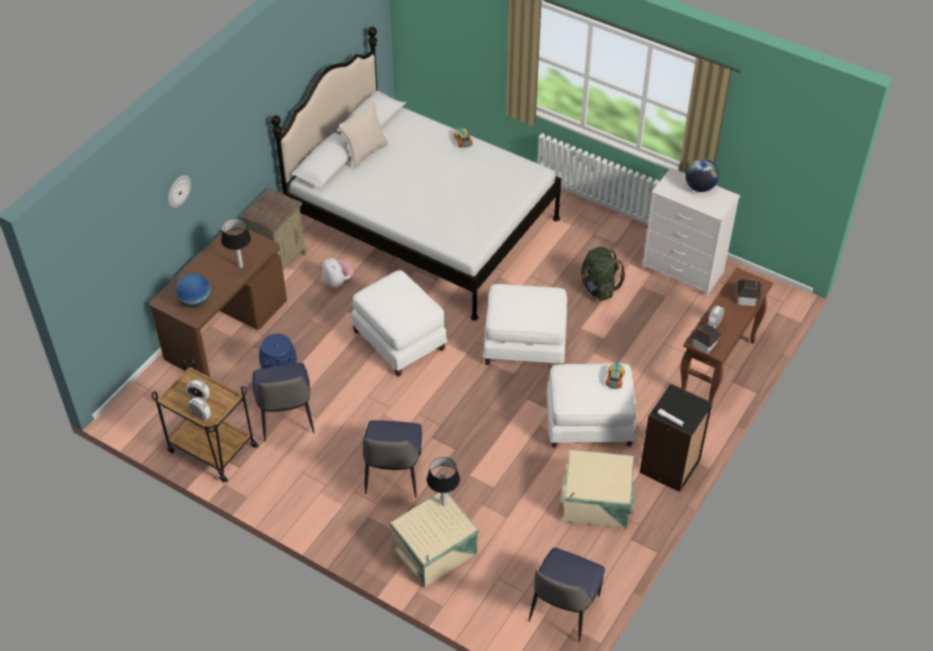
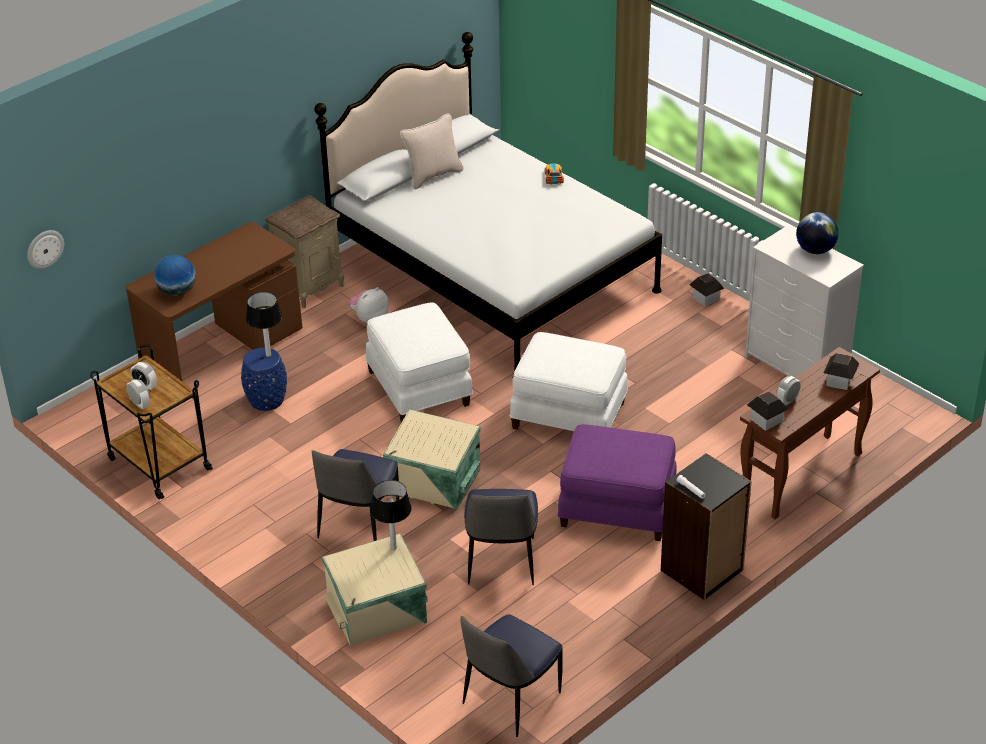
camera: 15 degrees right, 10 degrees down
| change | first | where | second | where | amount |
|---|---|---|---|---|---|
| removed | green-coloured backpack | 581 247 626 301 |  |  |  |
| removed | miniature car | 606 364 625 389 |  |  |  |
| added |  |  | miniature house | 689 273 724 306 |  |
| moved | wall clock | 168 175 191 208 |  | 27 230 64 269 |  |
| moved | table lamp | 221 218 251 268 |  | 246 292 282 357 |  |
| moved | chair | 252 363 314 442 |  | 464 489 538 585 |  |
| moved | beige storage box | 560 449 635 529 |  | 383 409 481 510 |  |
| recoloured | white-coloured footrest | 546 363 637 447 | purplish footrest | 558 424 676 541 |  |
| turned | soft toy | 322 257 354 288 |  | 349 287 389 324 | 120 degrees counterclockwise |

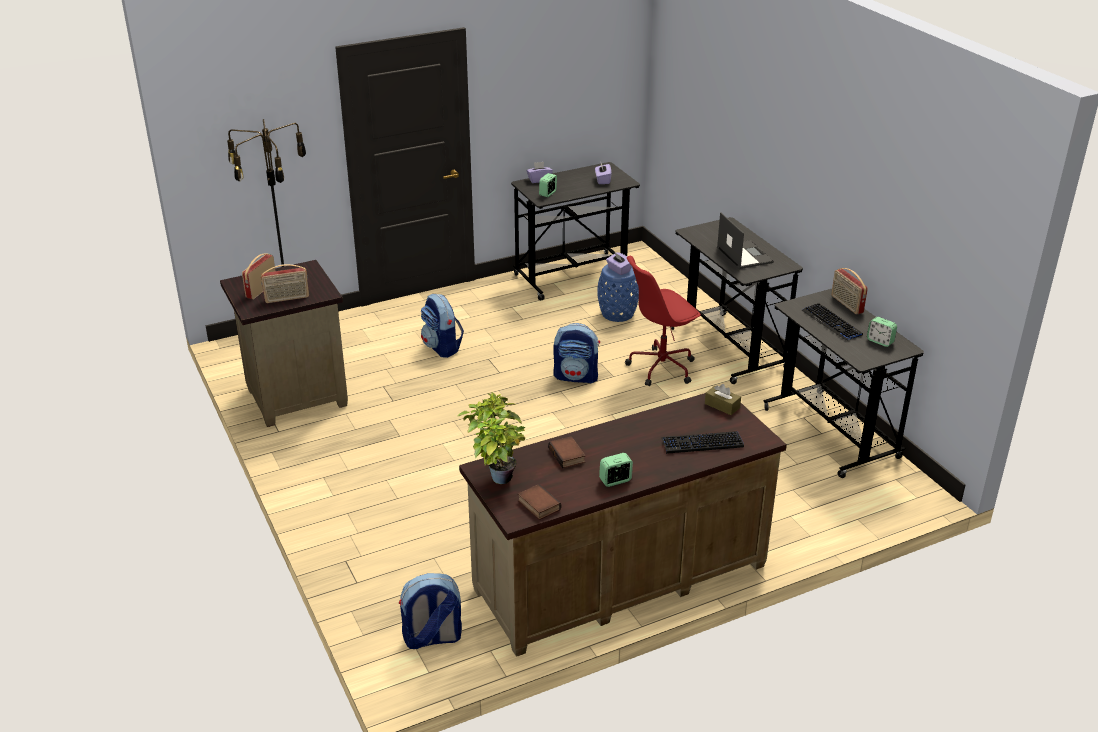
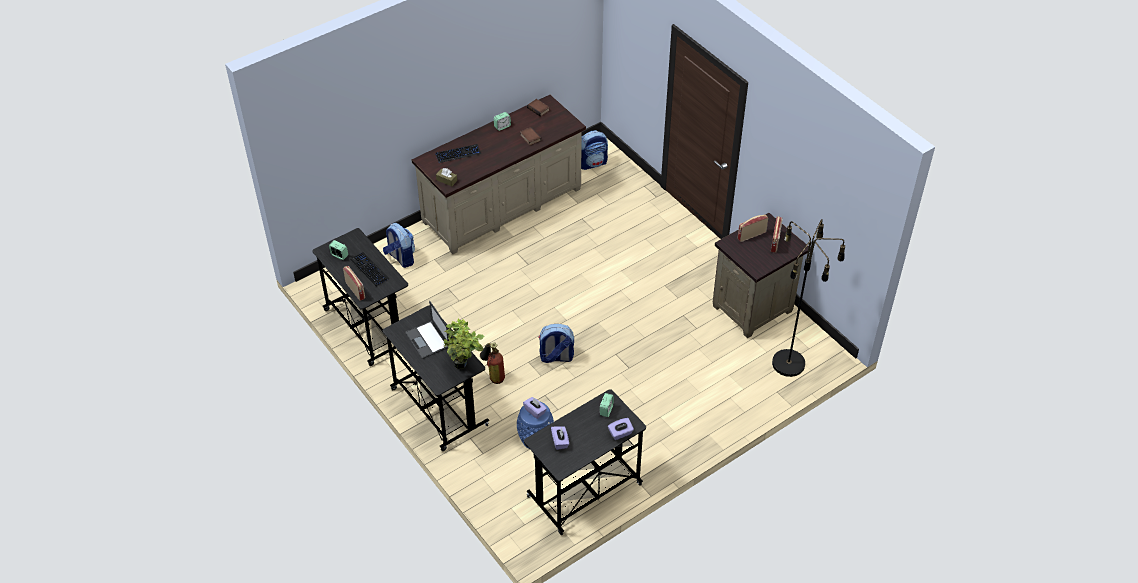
camera: 170 degrees right, 15 degrees up
| change | first | where | second | where | amount |
|---|---|---|---|---|---|
| moved | backpack | 421 294 464 358 |  | 383 223 415 268 |  |
| moved | potted plant | 457 392 526 484 |  | 443 319 484 369 |  |
| replaced | red office chair | 625 256 701 386 | fire-fighting cylinder | 480 343 505 384 |  |

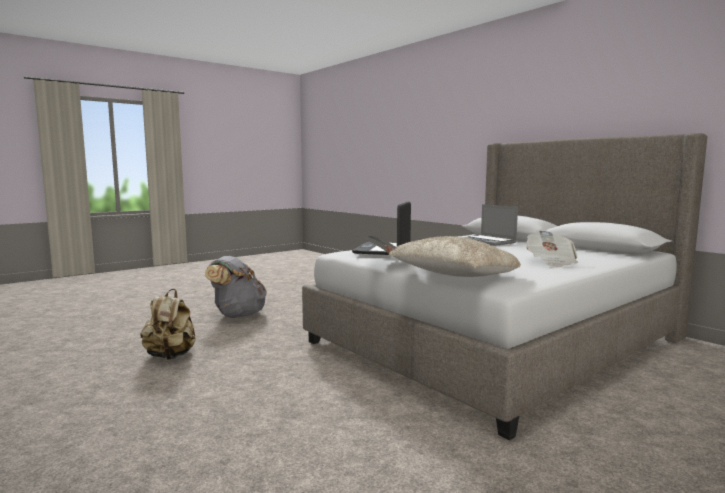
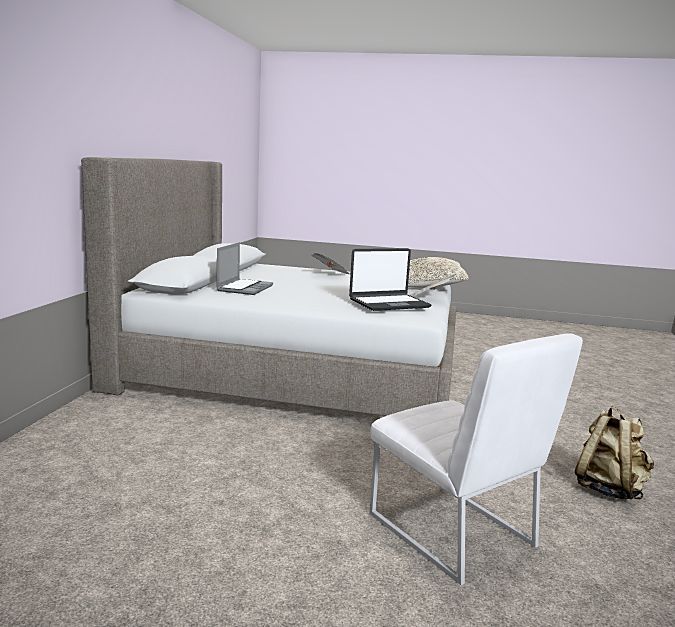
camera: 130 degrees left, 5 degrees up
| change | first | where | second | where | amount |
|---|---|---|---|---|---|
| replaced | greyish backpack | 205 256 267 318 | white-coloured chair | 369 333 583 585 |  |

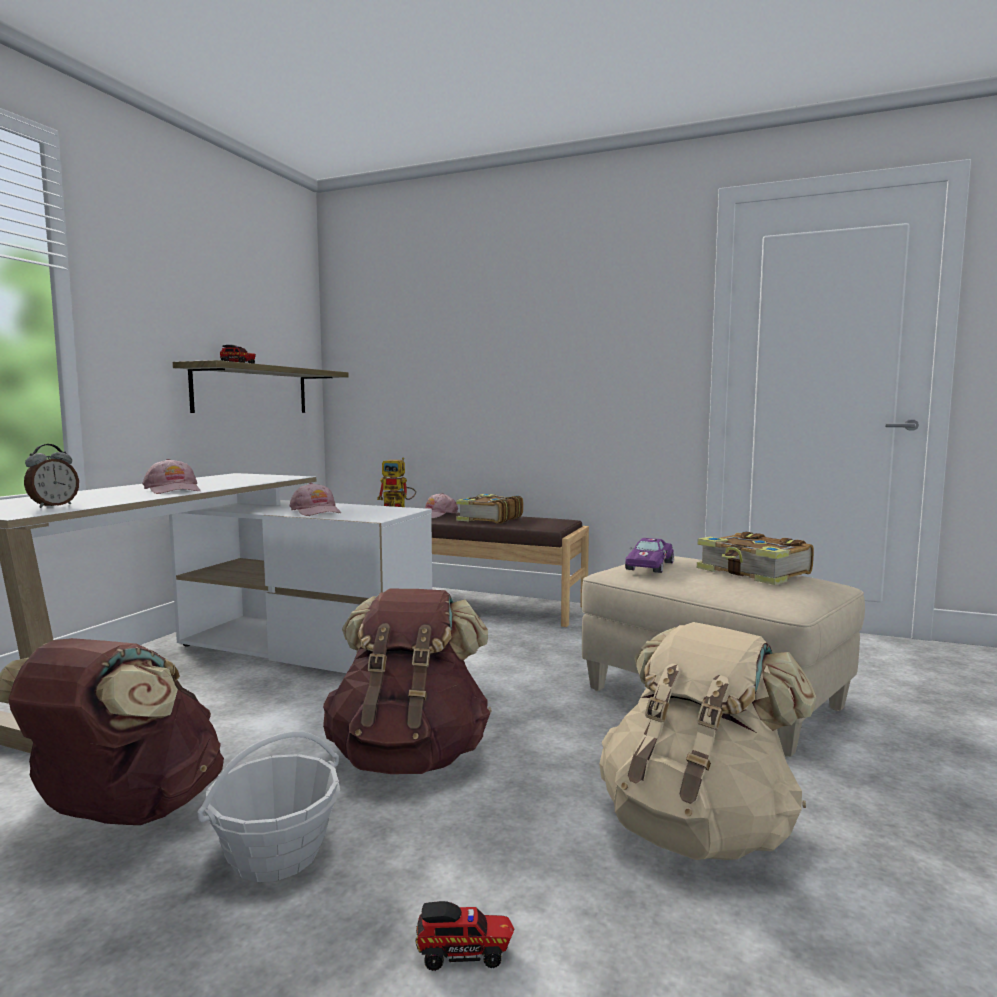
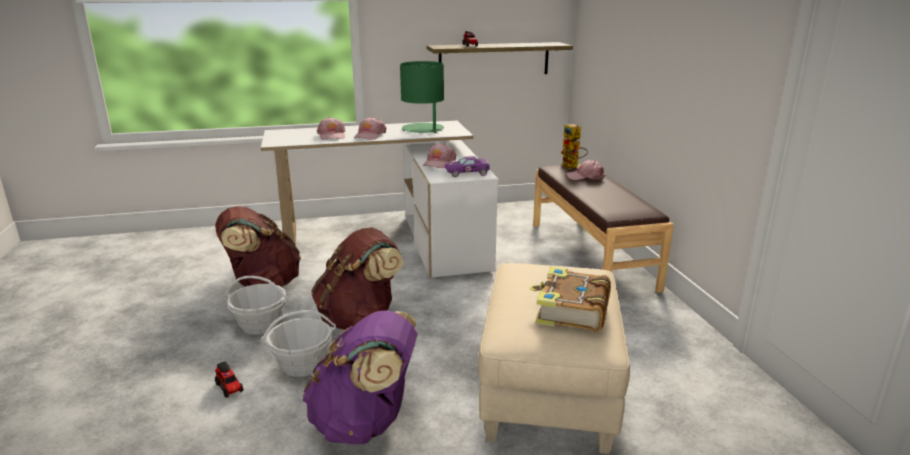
camera: 55 degrees right, 15 degrees up
| change | first | where | second | where | amount |
|---|---|---|---|---|---|
| removed | table clock | 24 444 79 508 |  |  |  |
| removed | book | 456 494 524 524 |  |  |  |
| added |  |  | household basket | 261 310 336 377 |  |
| added |  |  | pink-coloured baseball cap | 317 117 346 140 |  |
| added |  |  | green-coloured table lamp | 400 61 444 133 |  |
| moved | purplish miniature car | 625 538 674 573 |  | 445 156 490 177 |  |
| recoloured | beige backpack | 599 622 817 860 | purplish backpack | 302 310 417 444 |  |

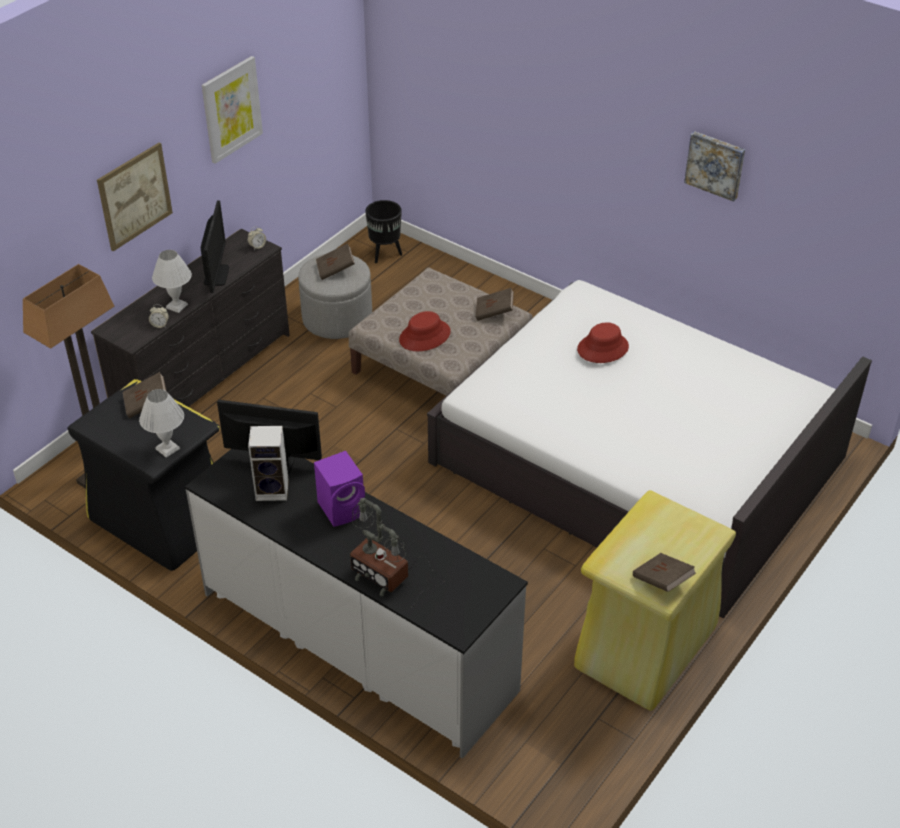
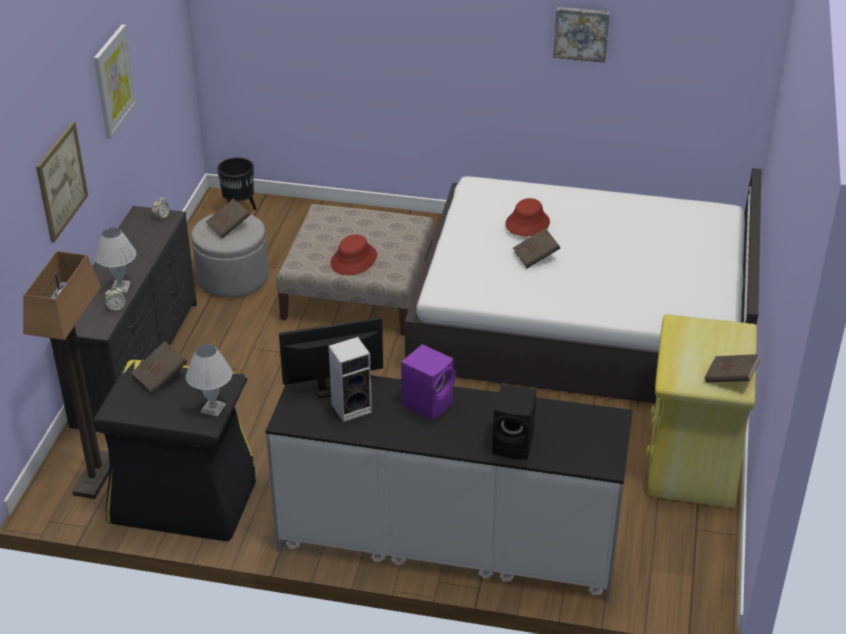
camera: 25 degrees left, 5 degrees down
| change | first | where | second | where | amount |
|---|---|---|---|---|---|
| removed | computer screen | 201 200 229 293 |  |  |  |
| moved | brownish book | 475 288 514 321 |  | 513 228 560 268 |  |
| replaced | table lamp | 350 498 445 607 | black audio speaker | 492 384 537 459 |  |

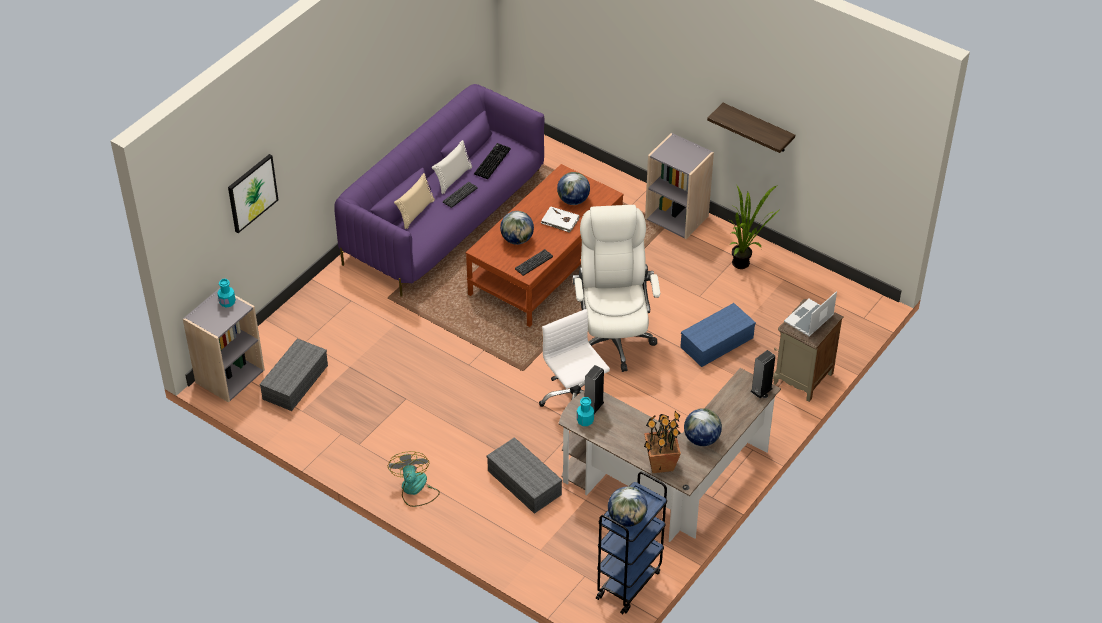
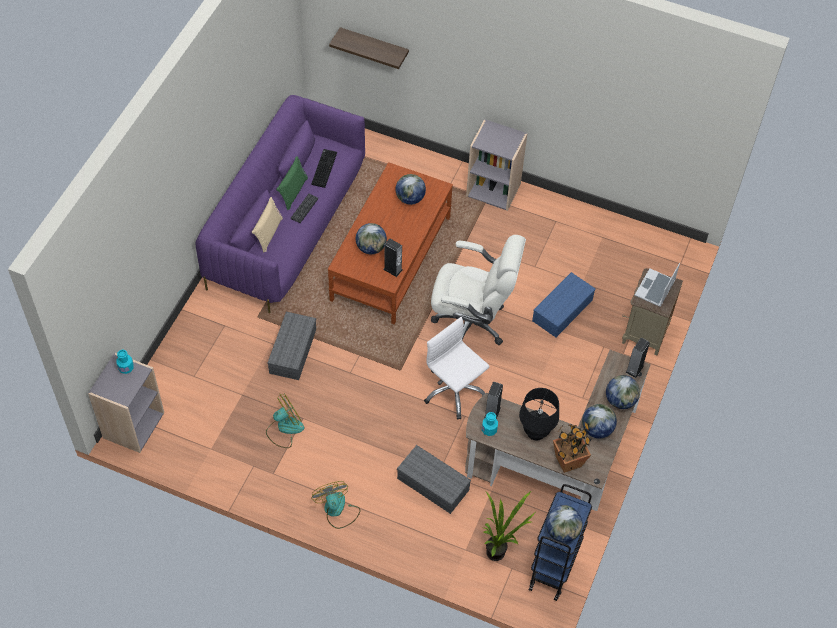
camera: 15 degrees left, 10 degrees up
| change | first | where | second | where | amount |
|---|---|---|---|---|---|
| removed | wall picture | 228 154 278 233 |  |  |  |
| removed | white-coloured book | 541 206 579 233 |  |  |  |
| added |  |  | cooling fan | 266 393 304 448 |  |
| added |  |  | black table lamp | 519 388 559 441 |  |
| added |  |  | globe | 606 375 640 409 |  |
| moved | greyish storage box | 260 338 328 411 |  | 268 312 316 380 |  |
| moved | shelf | 707 103 795 153 |  | 329 27 409 69 |  |
| moved | potted plant | 730 184 779 269 |  | 483 491 536 561 |  |
| replaced | PC keyboard | 515 249 553 276 | audio speaker | 383 239 403 277 |  |
| recoloured | white-coloured cushion | 432 140 472 194 | green-coloured cushion | 276 156 308 210 |  |
| turned | white-coloured office chair | 572 205 660 372 |  | 431 235 526 345 | 120 degrees clockwise |

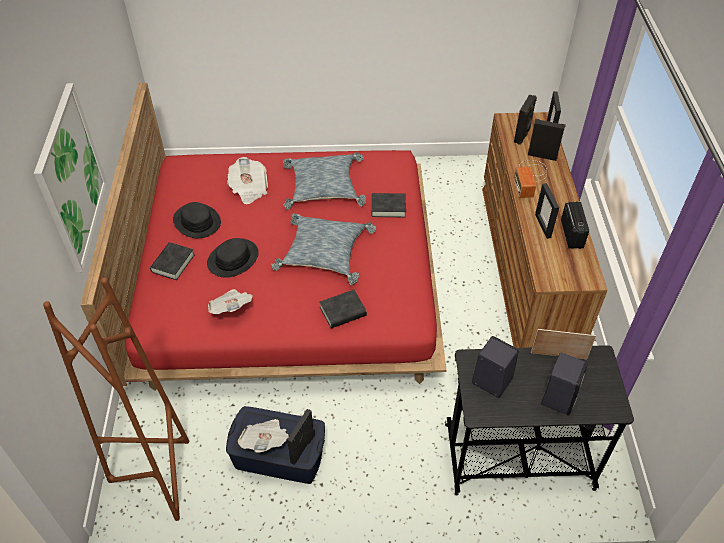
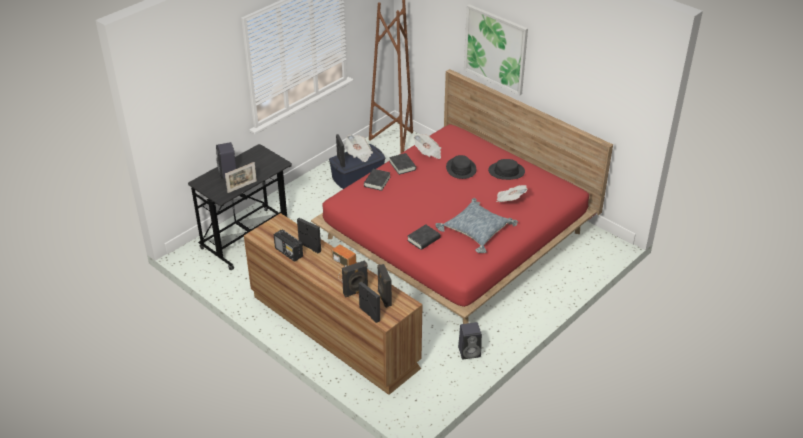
camera: 135 degrees right, 10 degrees down
| change | first | where | second | where | amount |
|---|---|---|---|---|---|
| removed | cushion | 271 213 376 286 |  |  |  |
| moved | black book | 150 242 194 280 |  | 389 153 416 175 |  |
| moved | black audio speaker | 472 336 518 398 |  | 458 322 482 359 |  |

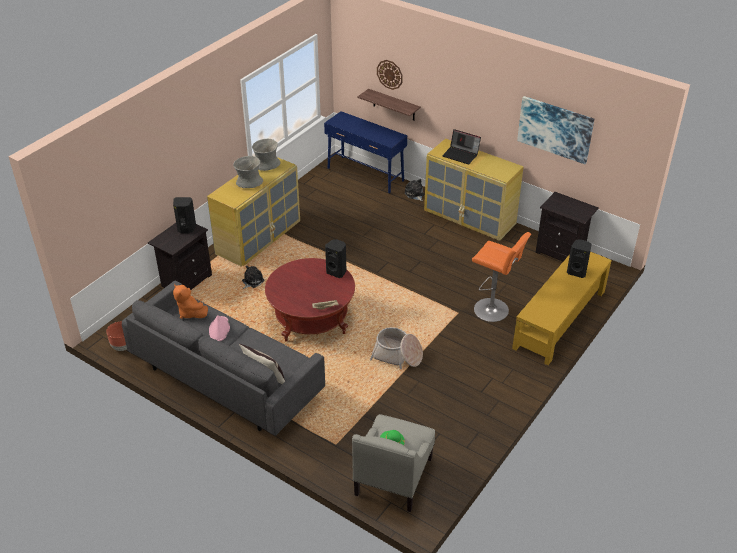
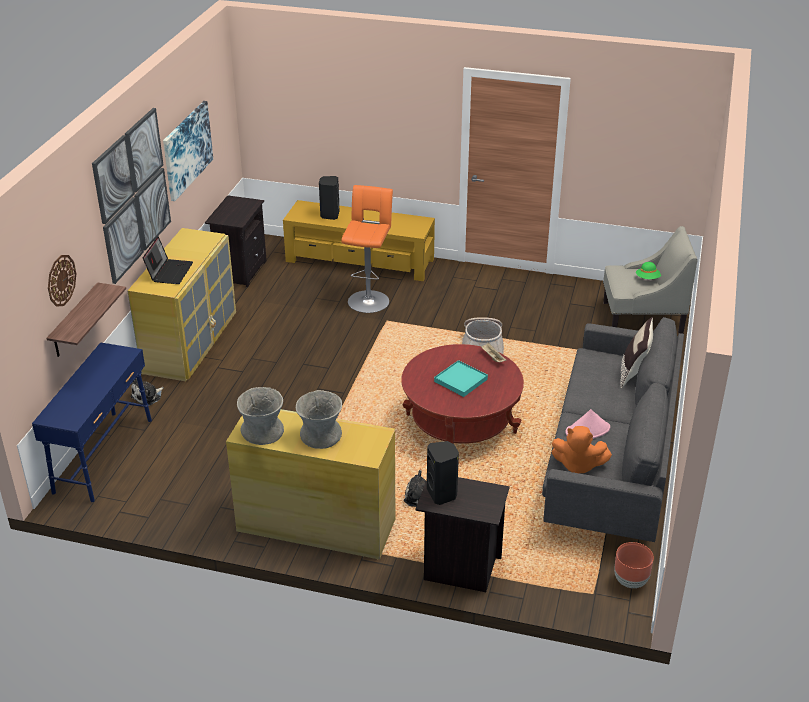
camera: 110 degrees left, 5 degrees down
| change | first | where | second | where | amount |
|---|---|---|---|---|---|
| removed | black audio speaker | 325 239 346 278 |  |  |  |
| added |  |  | wall picture | 92 108 171 284 |  |
| added |  |  | blue-green tray | 434 360 488 397 |  |
| turned | orange soft toy | 173 284 208 319 |  | 552 426 612 473 | 75 degrees clockwise |

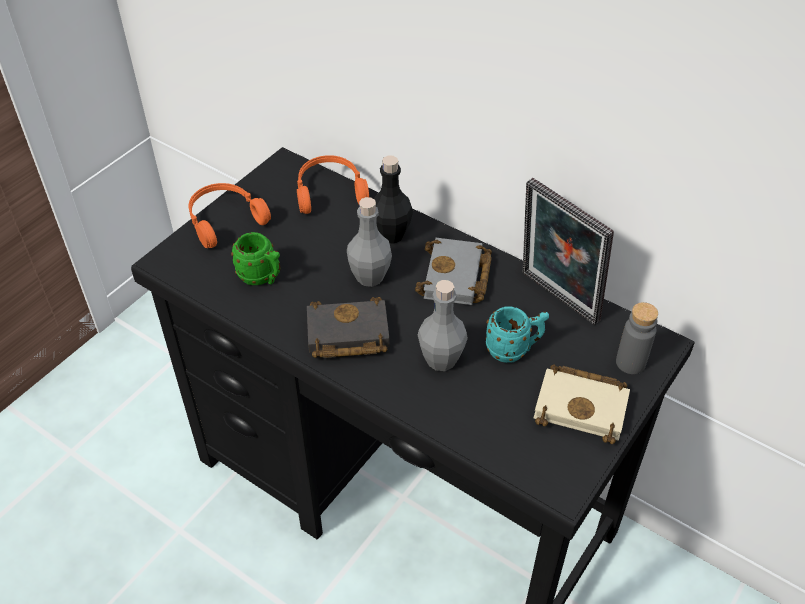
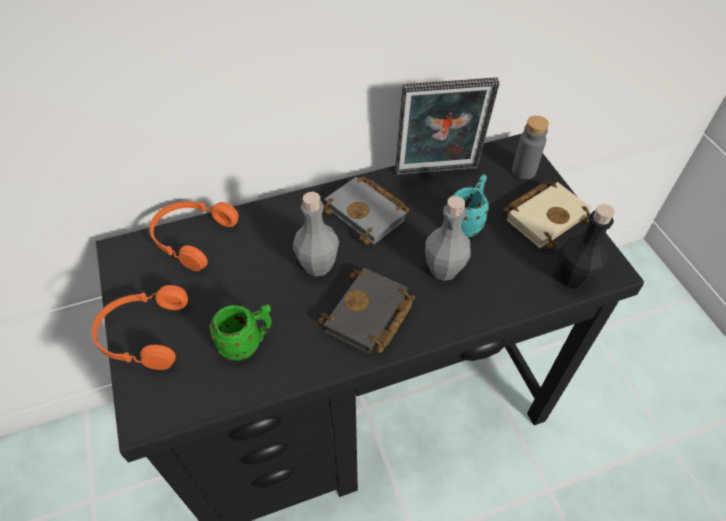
camera: 55 degrees left, 5 degrees up
| change | first | where | second | where | amount |
|---|---|---|---|---|---|
| moved | black bottle | 374 155 413 244 |  | 558 204 615 289 |  |

